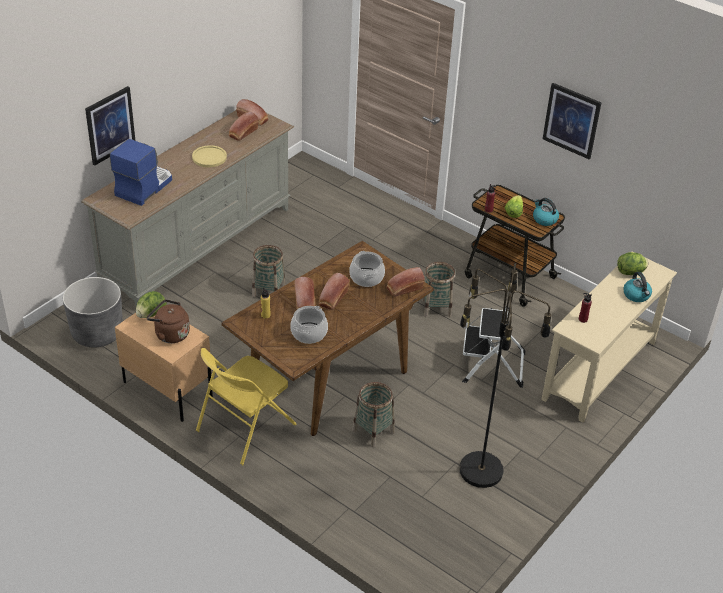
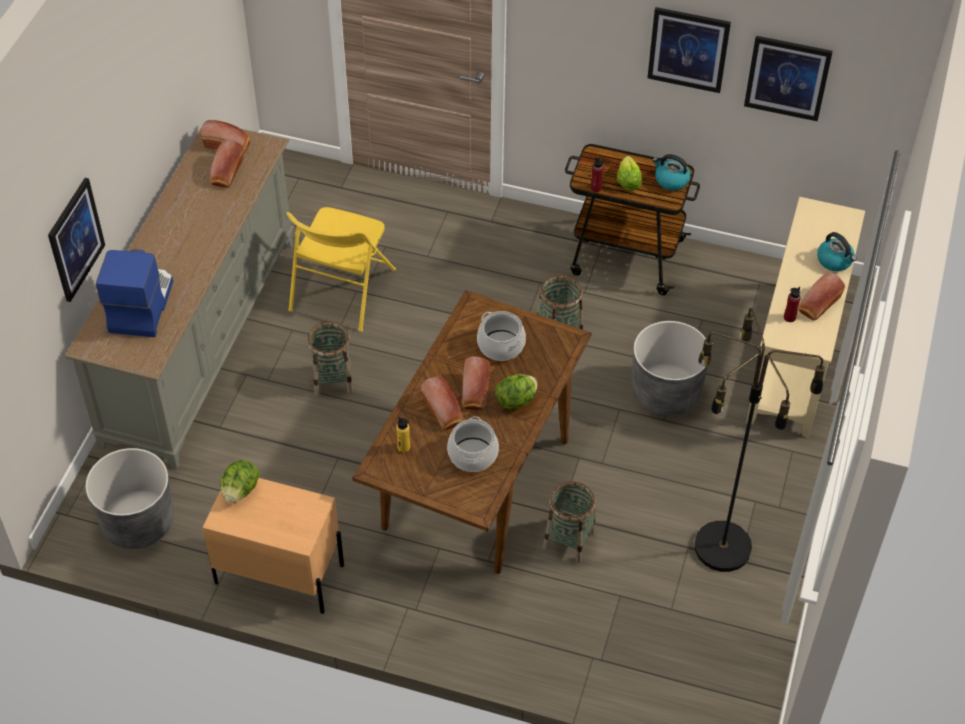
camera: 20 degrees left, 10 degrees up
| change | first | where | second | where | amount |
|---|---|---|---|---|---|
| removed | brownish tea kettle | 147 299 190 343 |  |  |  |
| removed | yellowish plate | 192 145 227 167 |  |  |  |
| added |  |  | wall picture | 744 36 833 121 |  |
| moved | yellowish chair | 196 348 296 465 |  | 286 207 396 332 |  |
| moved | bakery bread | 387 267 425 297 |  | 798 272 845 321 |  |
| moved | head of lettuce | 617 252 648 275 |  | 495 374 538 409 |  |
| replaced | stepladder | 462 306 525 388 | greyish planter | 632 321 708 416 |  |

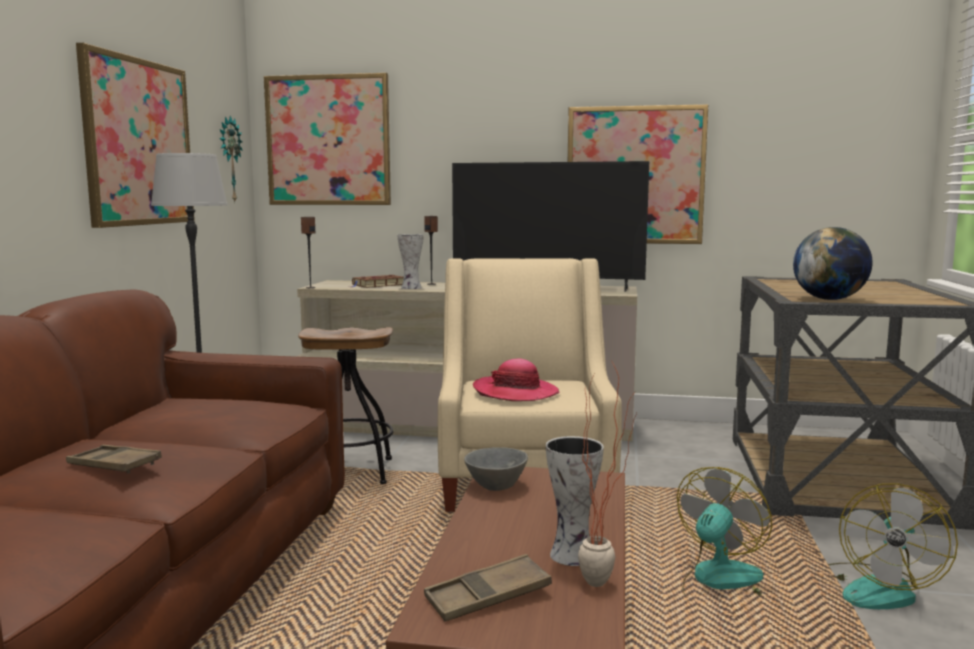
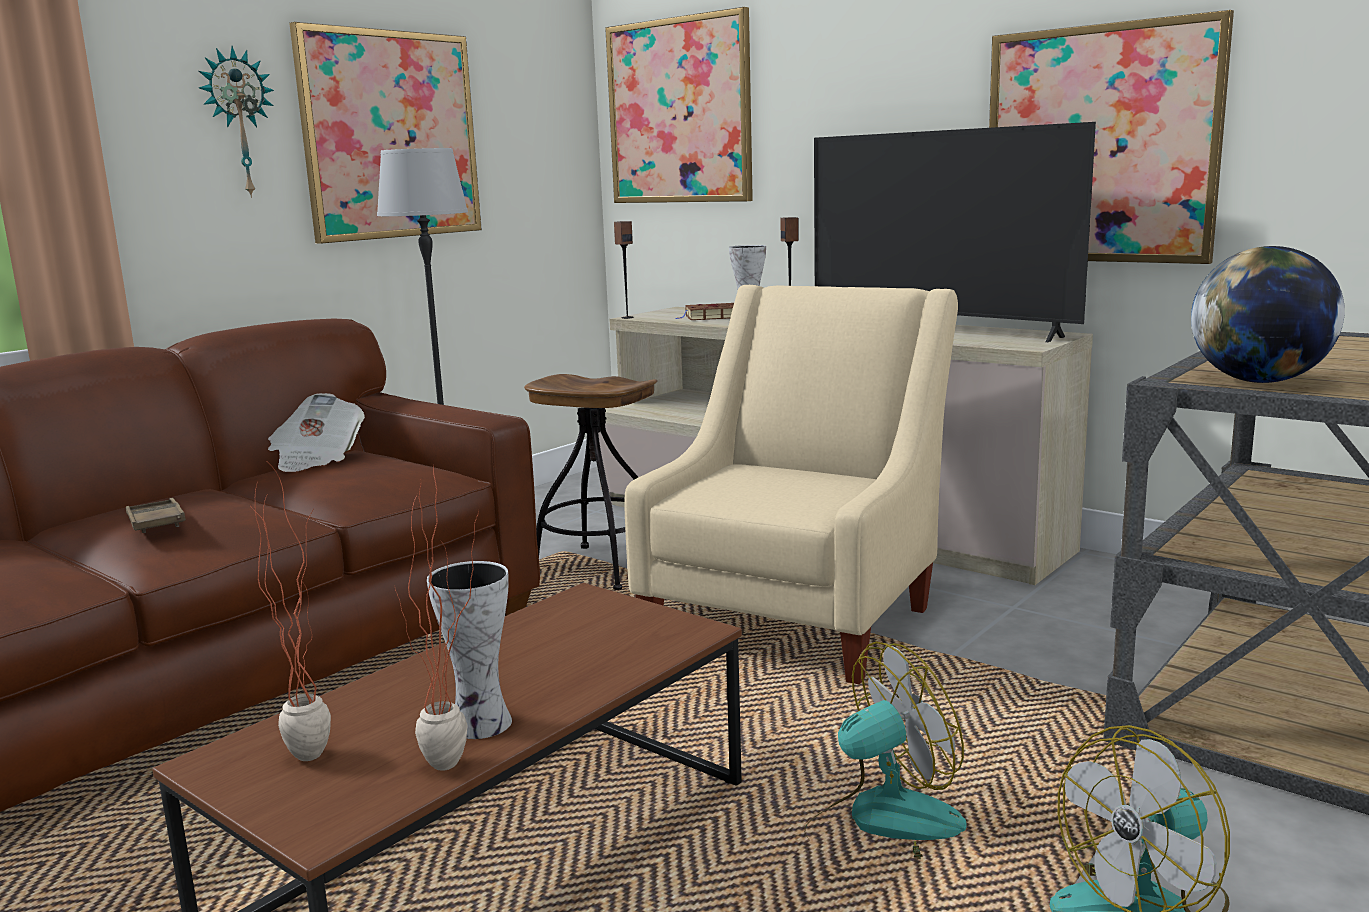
camera: 30 degrees right, 5 degrees up
| change | first | where | second | where | amount |
|---|---|---|---|---|---|
| removed | greyish bowl | 464 447 528 491 |  |  |  |
| removed | wearable hat | 473 358 559 401 |  |  |  |
| added |  |  | newspaper | 268 393 365 472 |  |
| moved | wall clock | 219 116 243 202 |  | 199 46 274 198 |  |
| replaced | brownish tray | 424 554 552 621 | potted plant | 250 460 331 761 |  |

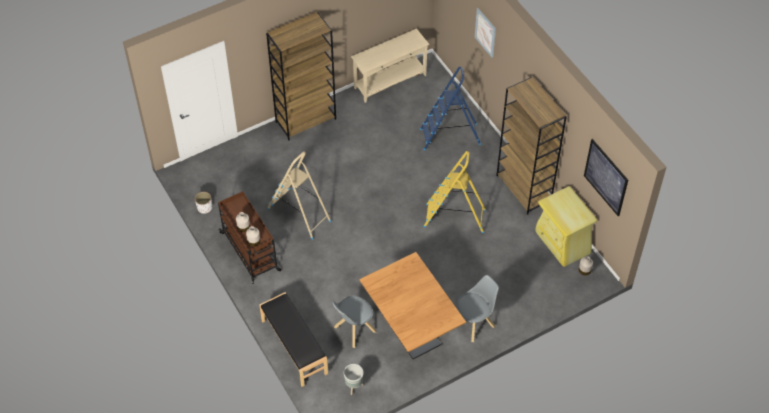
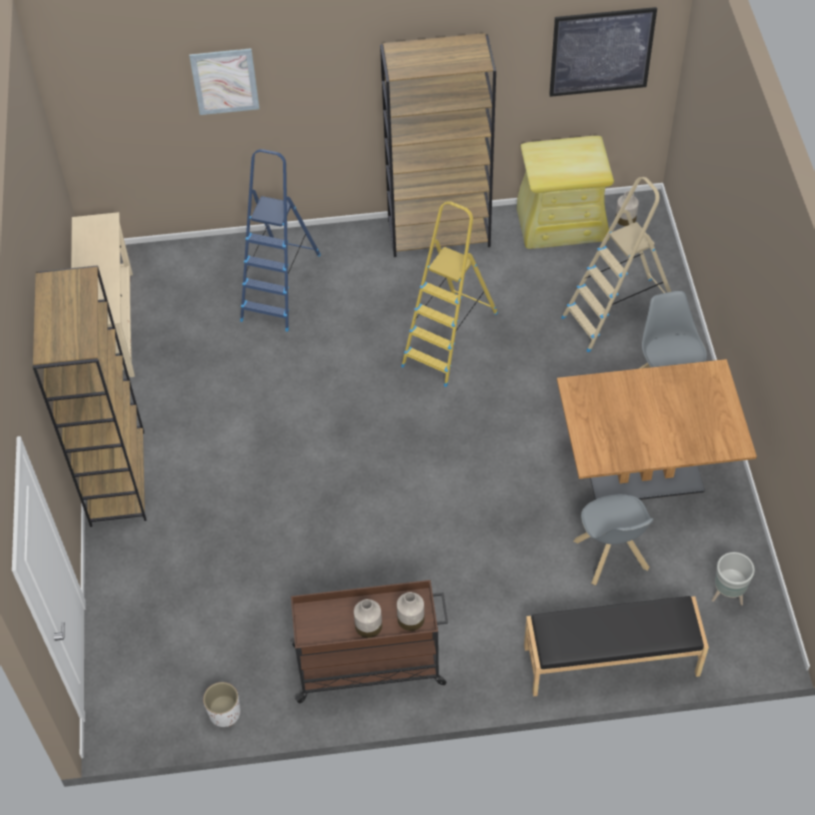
camera: 65 degrees left, 0 degrees up
| change | first | where | second | where | amount |
|---|---|---|---|---|---|
| moved | beige stepladder | 267 151 331 239 |  | 561 177 671 352 |  |

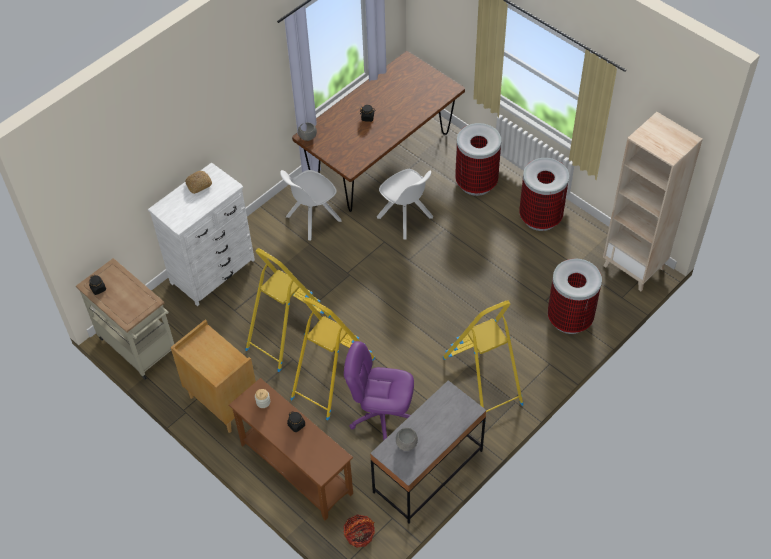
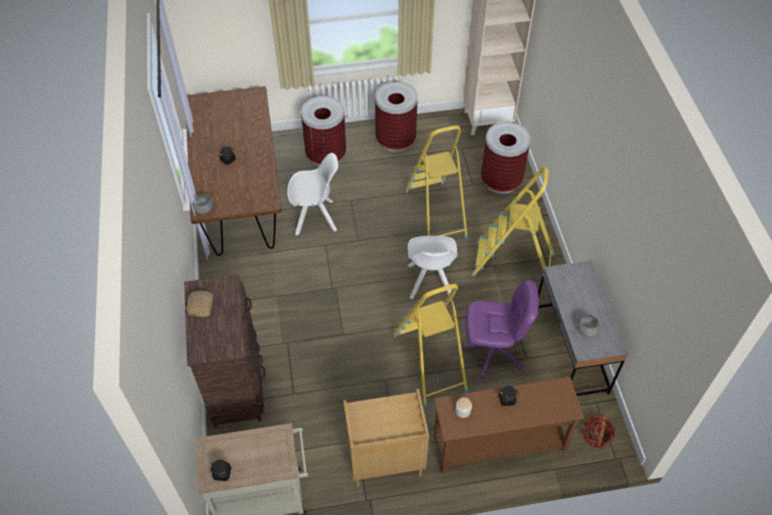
camera: 55 degrees left, 0 degrees up
| change | first | where | second | where | amount |
|---|---|---|---|---|---|
| moved | yellowish stepladder | 245 248 331 372 |  | 405 125 468 239 |  |
| moved | white-coloured chair | 280 170 342 241 |  | 408 236 457 300 |  |
| recoloured | white-coloured drawer chest | 148 163 255 306 | brownish drawer chest | 184 274 265 428 |  |
| turned | purplish office chair | 344 341 414 441 |  | 461 280 539 378 | 135 degrees counterclockwise |

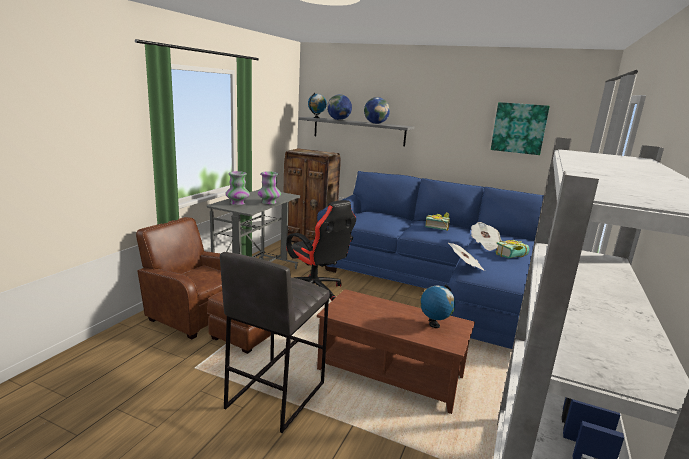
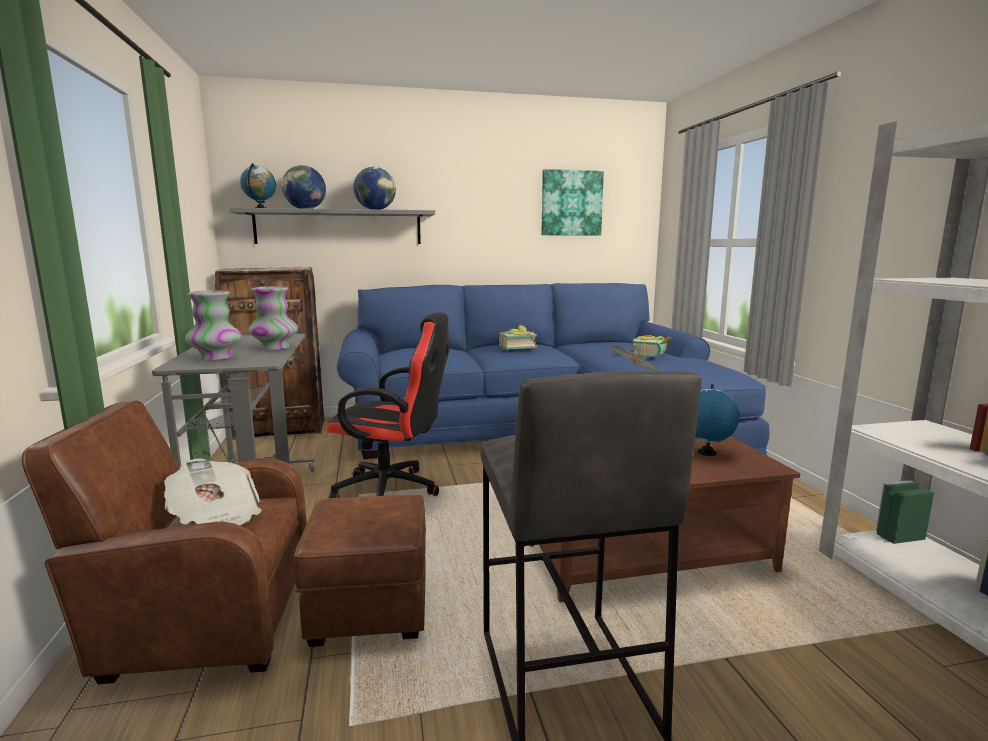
camera: 35 degrees left, 5 degrees down
| change | first | where | second | where | amount |
|---|---|---|---|---|---|
| moved | newspaper | 471 222 502 251 |  | 164 458 262 525 |  |

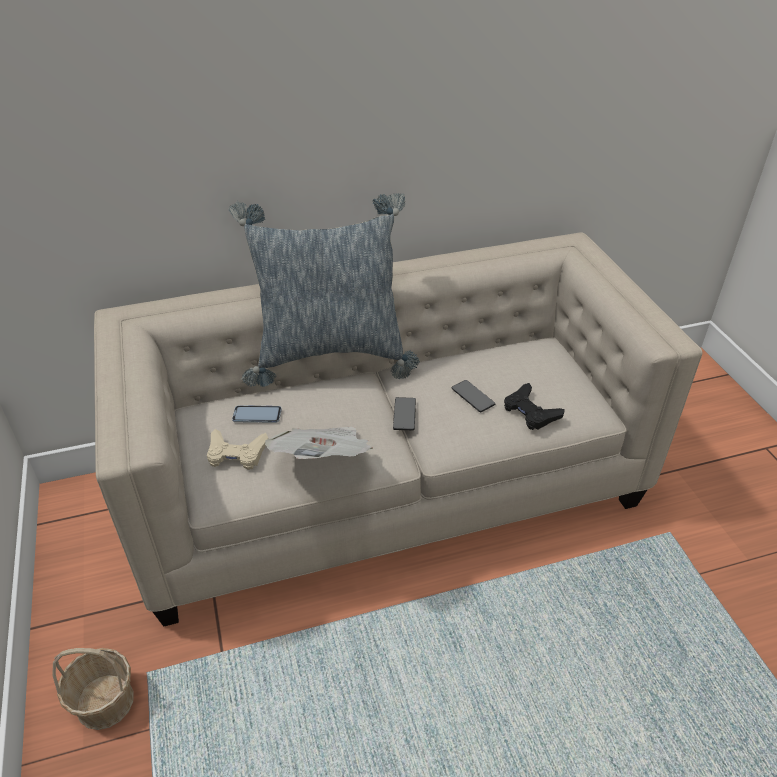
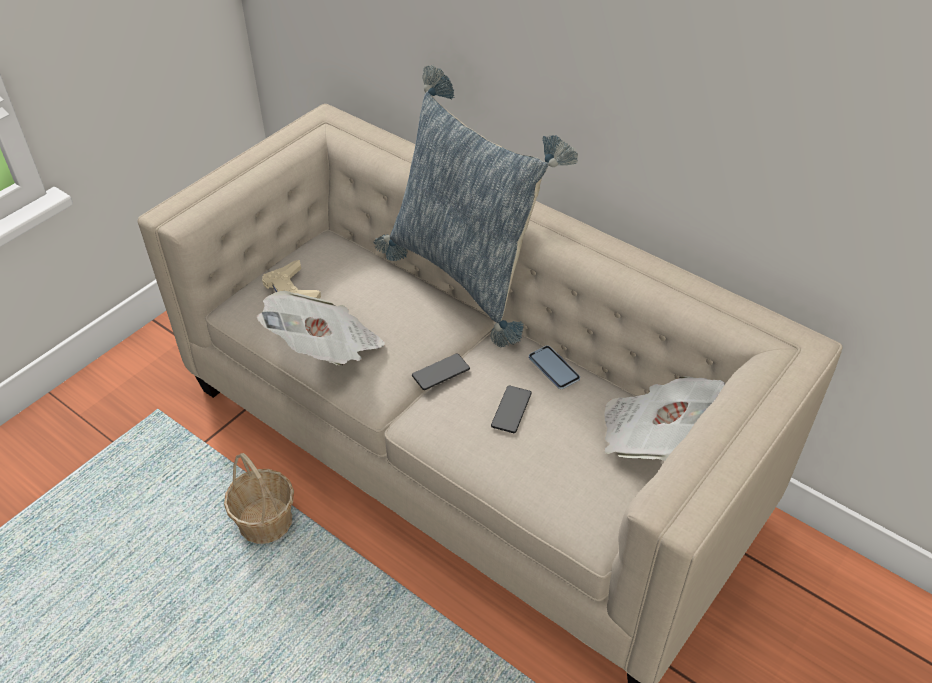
camera: 55 degrees right, 5 degrees up
| change | first | where | second | where | amount |
|---|---|---|---|---|---|
| removed | black gamepad | 504 383 565 430 |  |  |  |
| added |  |  | newspaper | 604 376 725 461 |  |
| moved | household basket | 52 648 134 730 |  | 224 453 294 544 |  |
| moved | telephone | 232 405 282 423 |  | 529 346 580 389 |  |

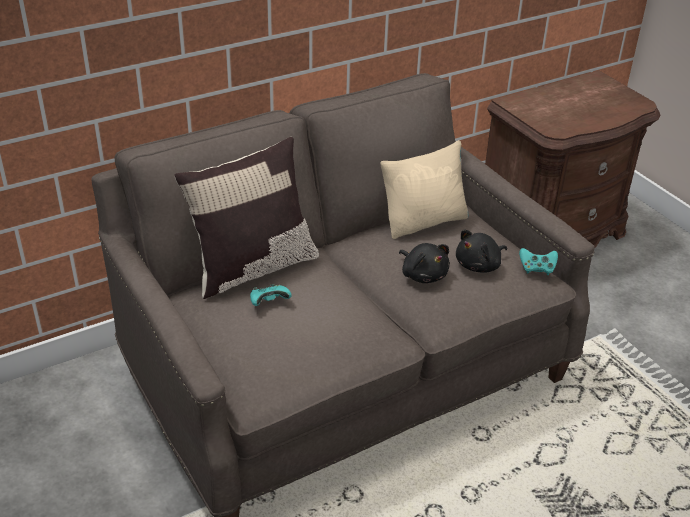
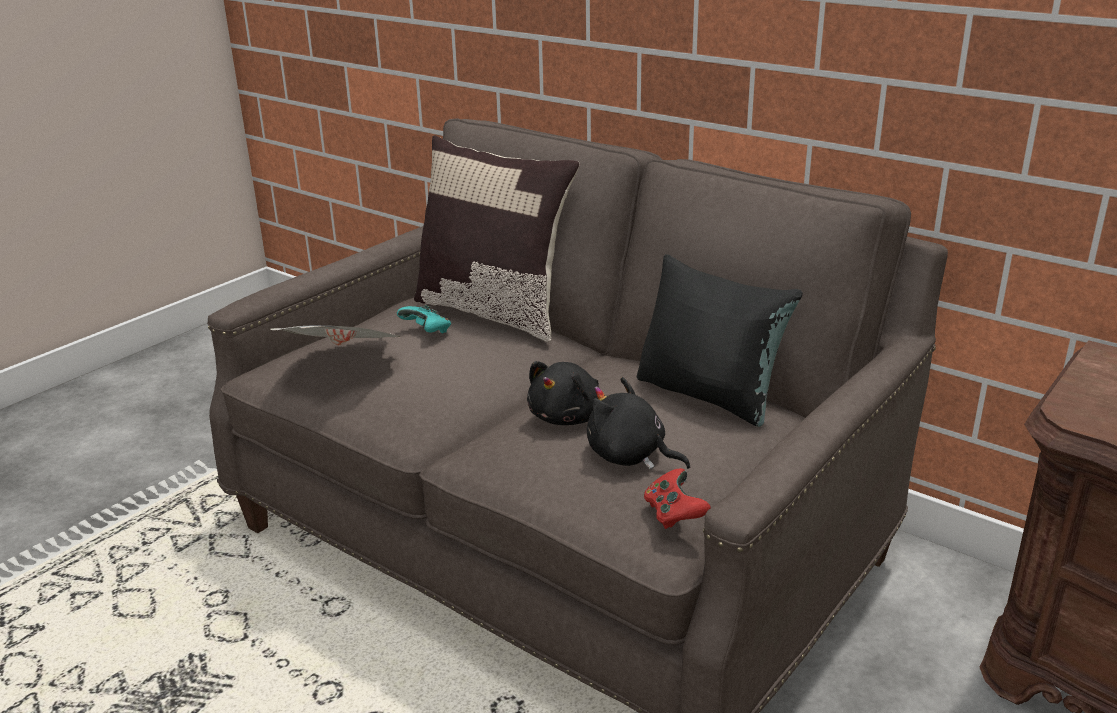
camera: 70 degrees right, 10 degrees down
| change | first | where | second | where | amount |
|---|---|---|---|---|---|
| added |  |  | newspaper | 271 325 400 345 |  |
| recoloured | beige cushion | 380 140 469 239 | black cushion | 637 254 803 427 |  |
| recoloured | blue-green gamepad | 519 248 558 275 | red gamepad | 644 468 711 529 |  |

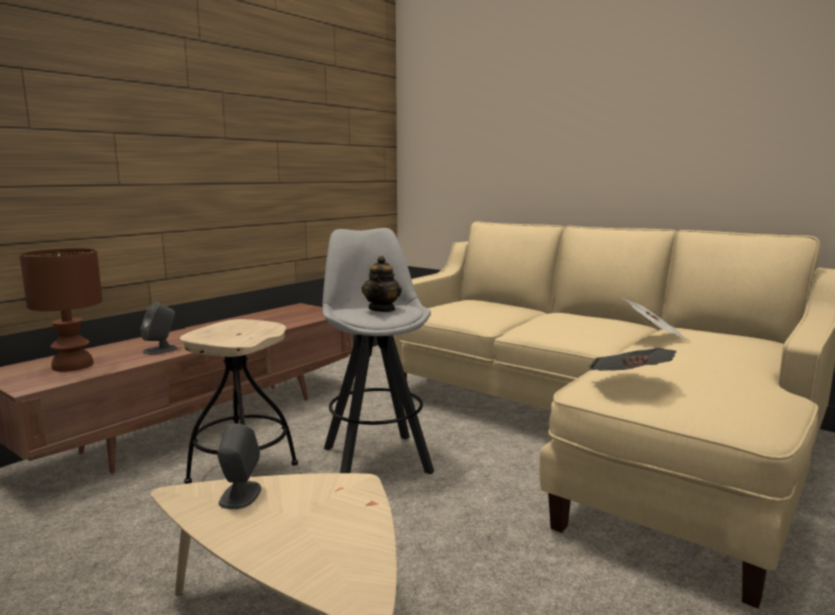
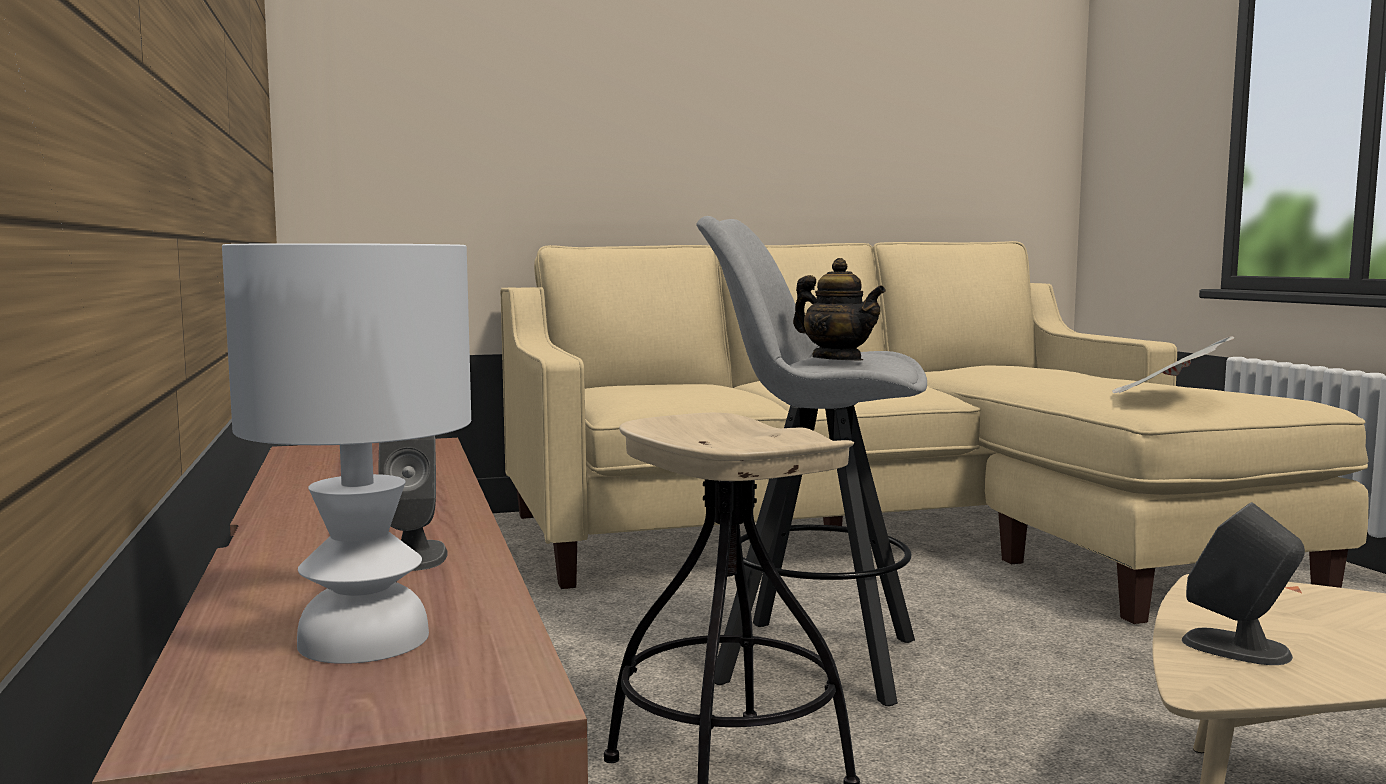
camera: 55 degrees left, 5 degrees down
| change | first | where | second | where | amount |
|---|---|---|---|---|---|
| removed | newspaper | 622 298 689 340 |  |  |  |
| recoloured | brownish table lamp | 19 248 103 372 | white-coloured table lamp | 222 243 471 664 |  |

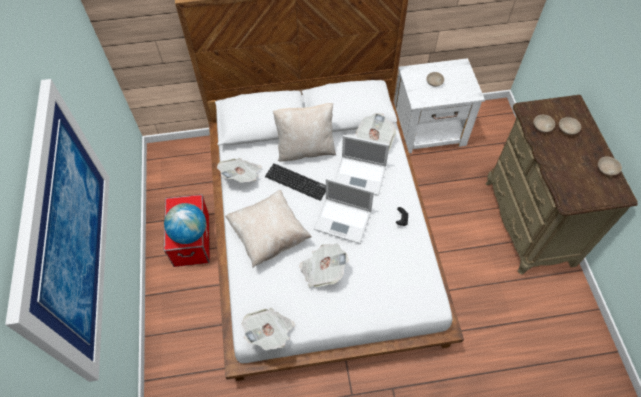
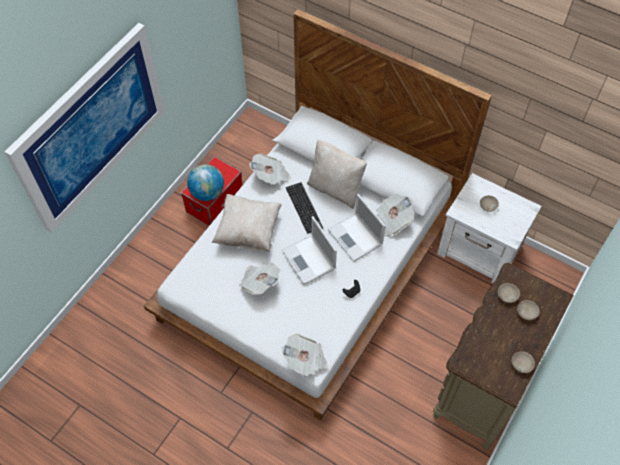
camera: 40 degrees right, 0 degrees up
| change | first | where | second | where | amount |
|---|---|---|---|---|---|
| moved | newspaper | 242 308 295 350 |  | 282 334 328 376 |  |

